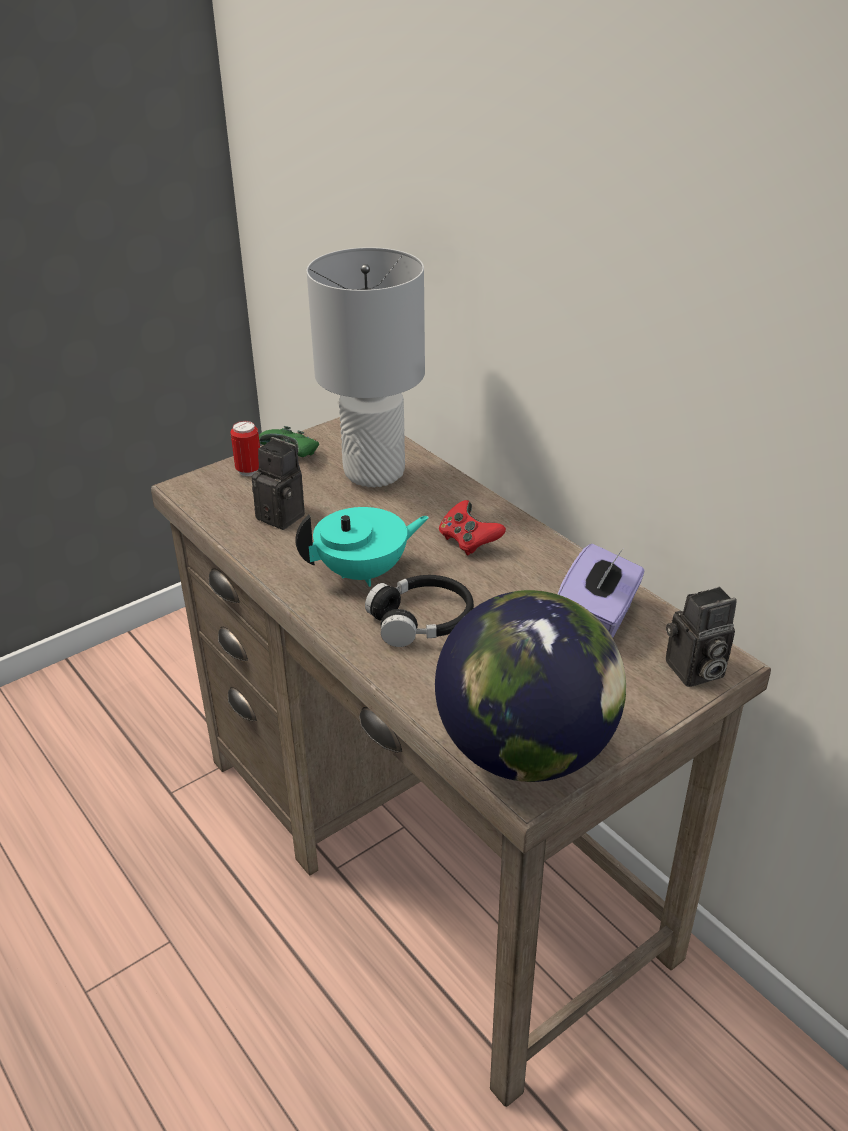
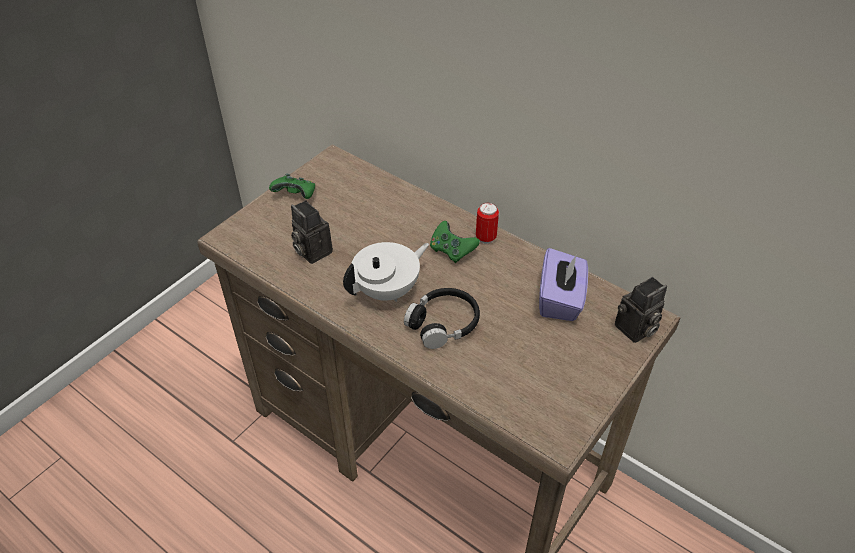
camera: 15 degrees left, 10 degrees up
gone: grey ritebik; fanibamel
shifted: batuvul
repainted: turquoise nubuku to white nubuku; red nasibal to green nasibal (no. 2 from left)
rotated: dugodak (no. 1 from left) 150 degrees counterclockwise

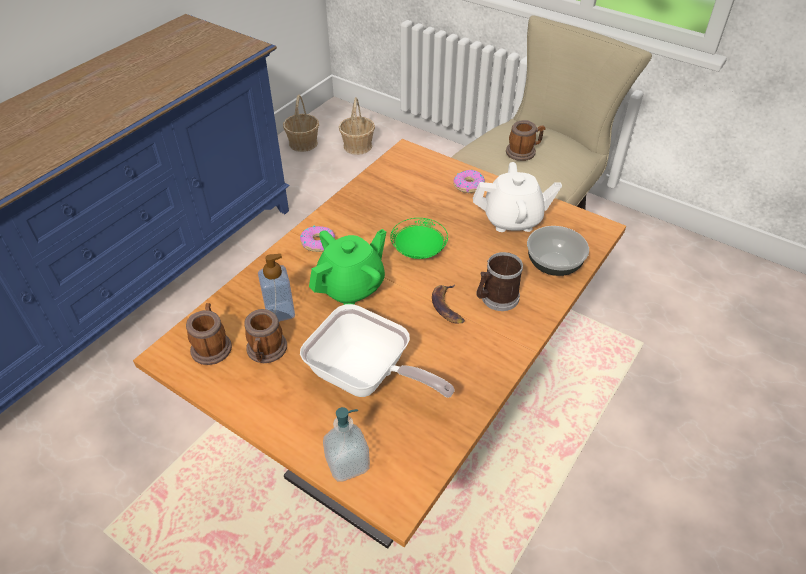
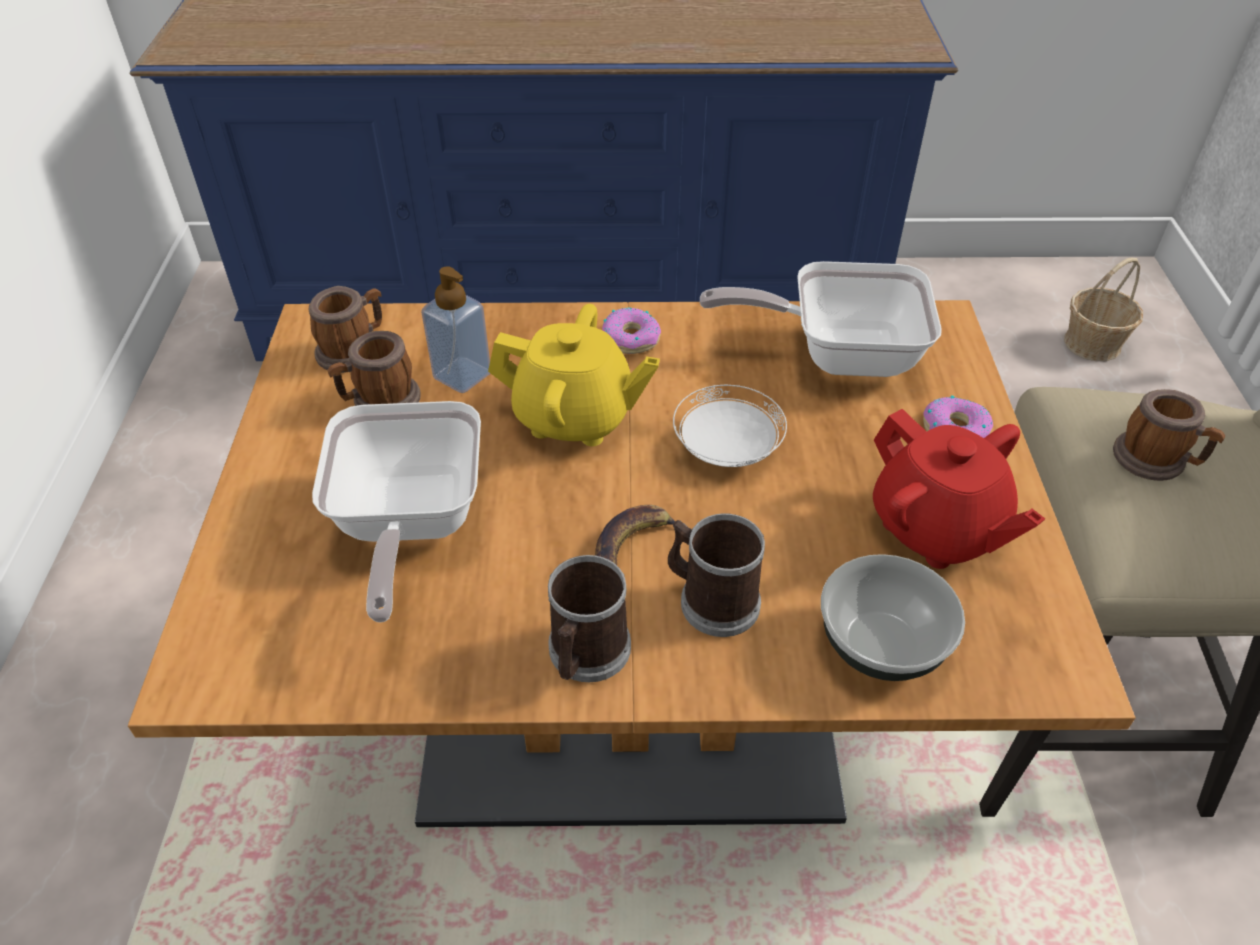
camera: 55 degrees right, 0 degrees up
gone: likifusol (no. 1 from left); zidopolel (no. 2 from left)
new: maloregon (no. 3 from left); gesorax (no. 2 from left)
repainted: green nubuku to yellow nubuku; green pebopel to white pebopel; white nubuku to red nubuku

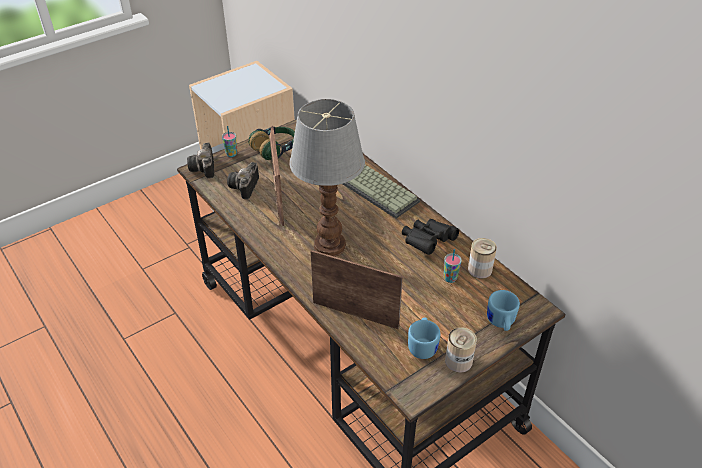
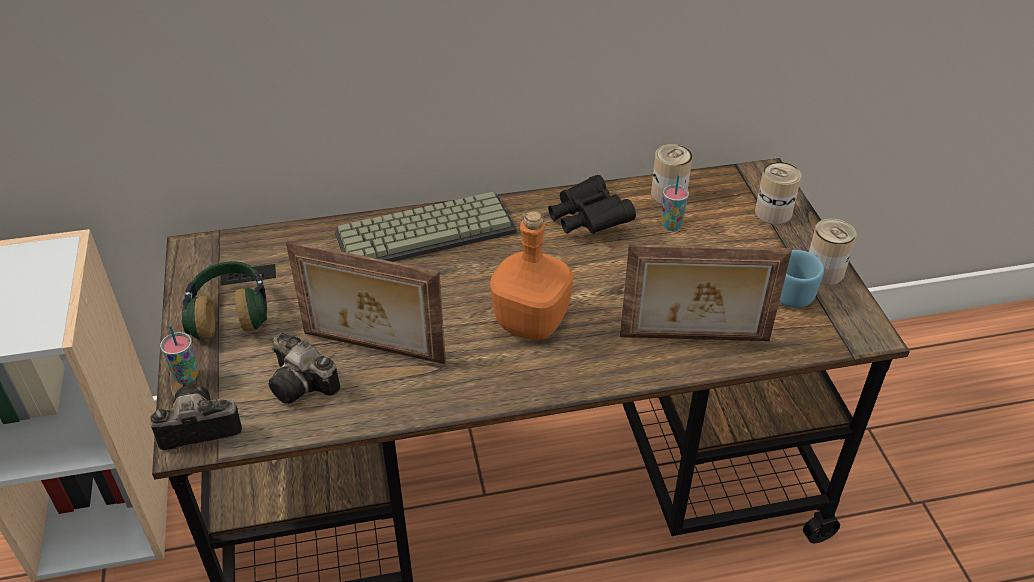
camera: 65 degrees left, 0 degrees up
swapped: ritebik to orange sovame; blue maloregon (no. 2 from left) to batuvul (no. 2 from left)
rotated: dugodak (no. 1 from left) 150 degrees clockwise; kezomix (no. 2 from left) 135 degrees counterclockwise

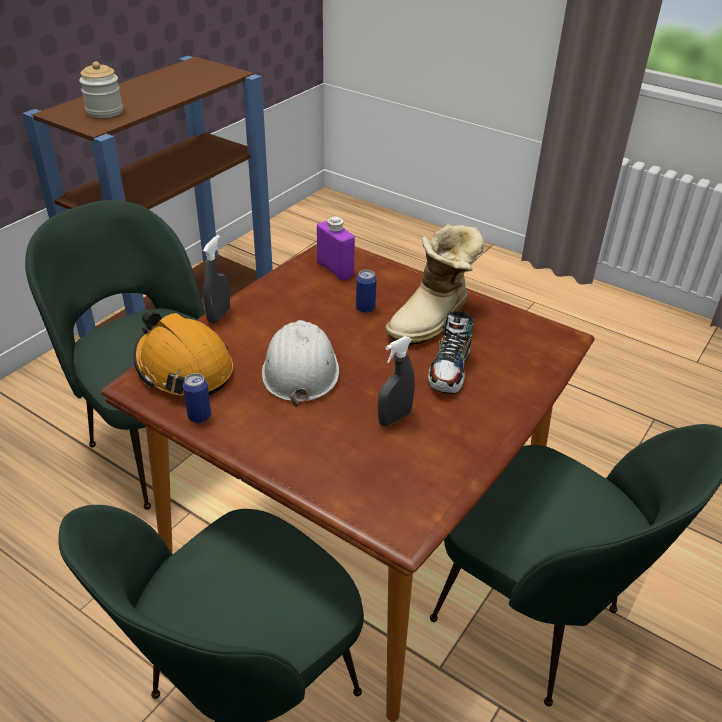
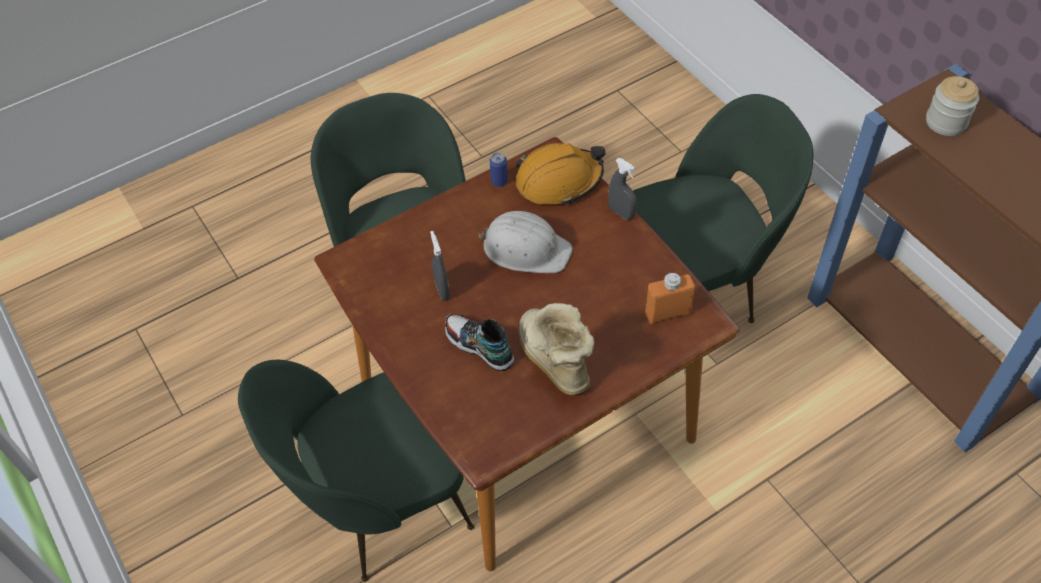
camera: 115 degrees right, 15 degrees up
gone: batuvul (no. 2 from left)
repainted: purple sovame to orange sovame

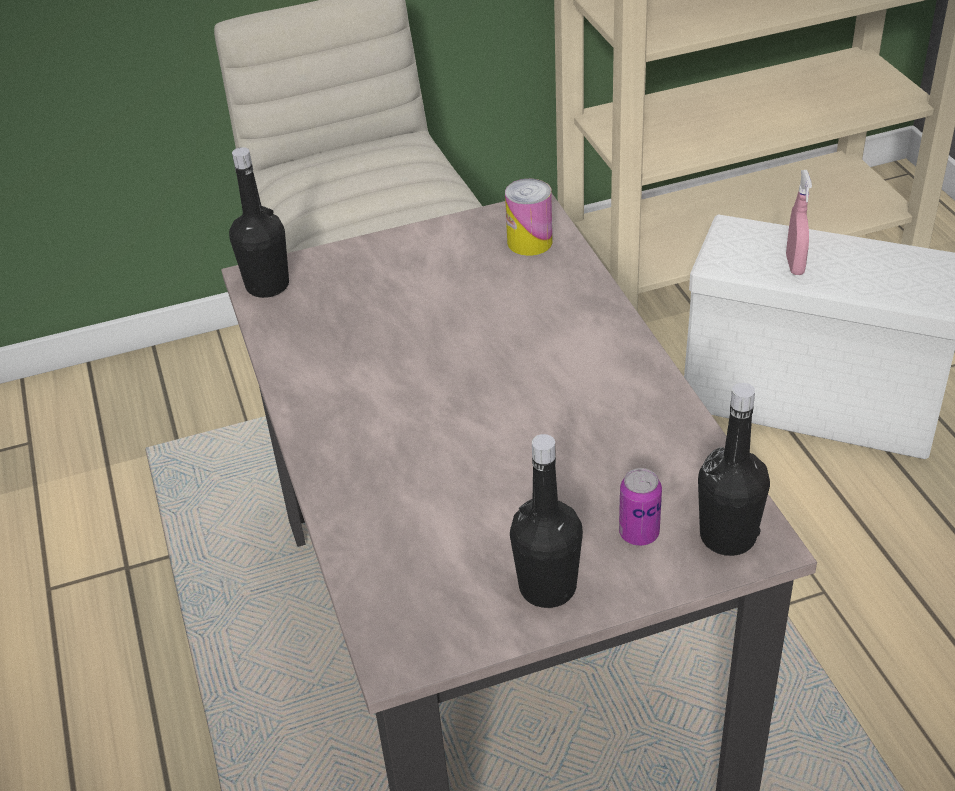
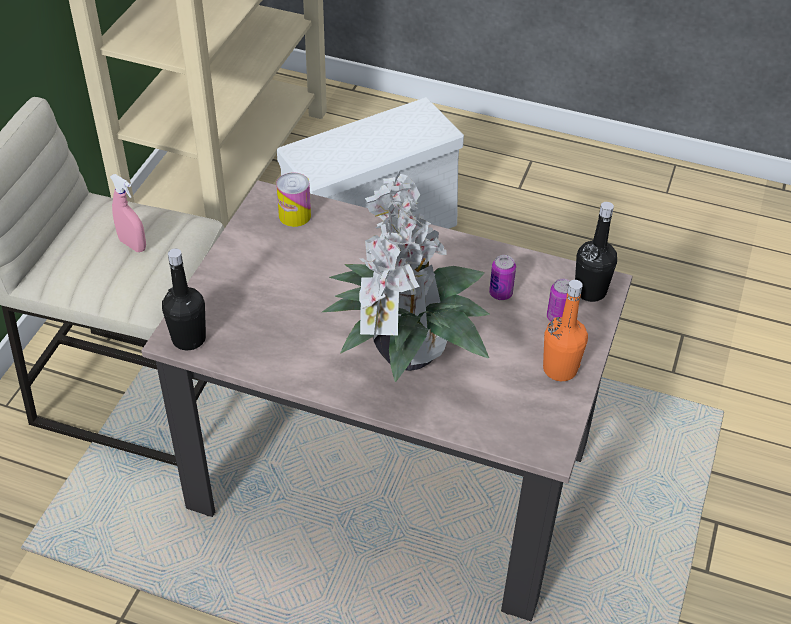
camera: 55 degrees left, 5 degrees up
new: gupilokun; batuvul (no. 2 from left)
shifted: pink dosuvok
repainted: black sovame (no. 2 from left) to orange sovame

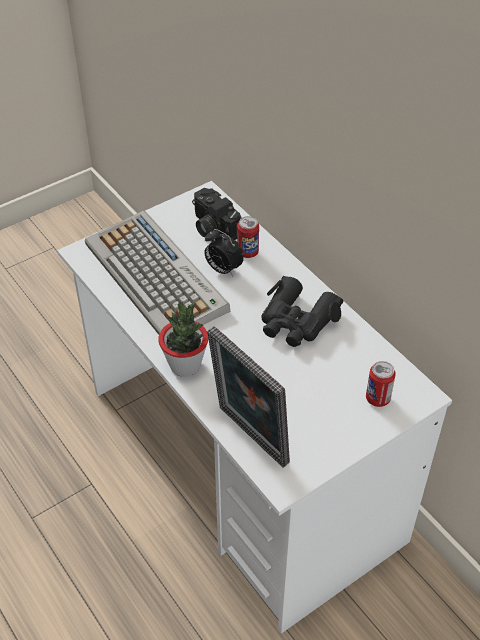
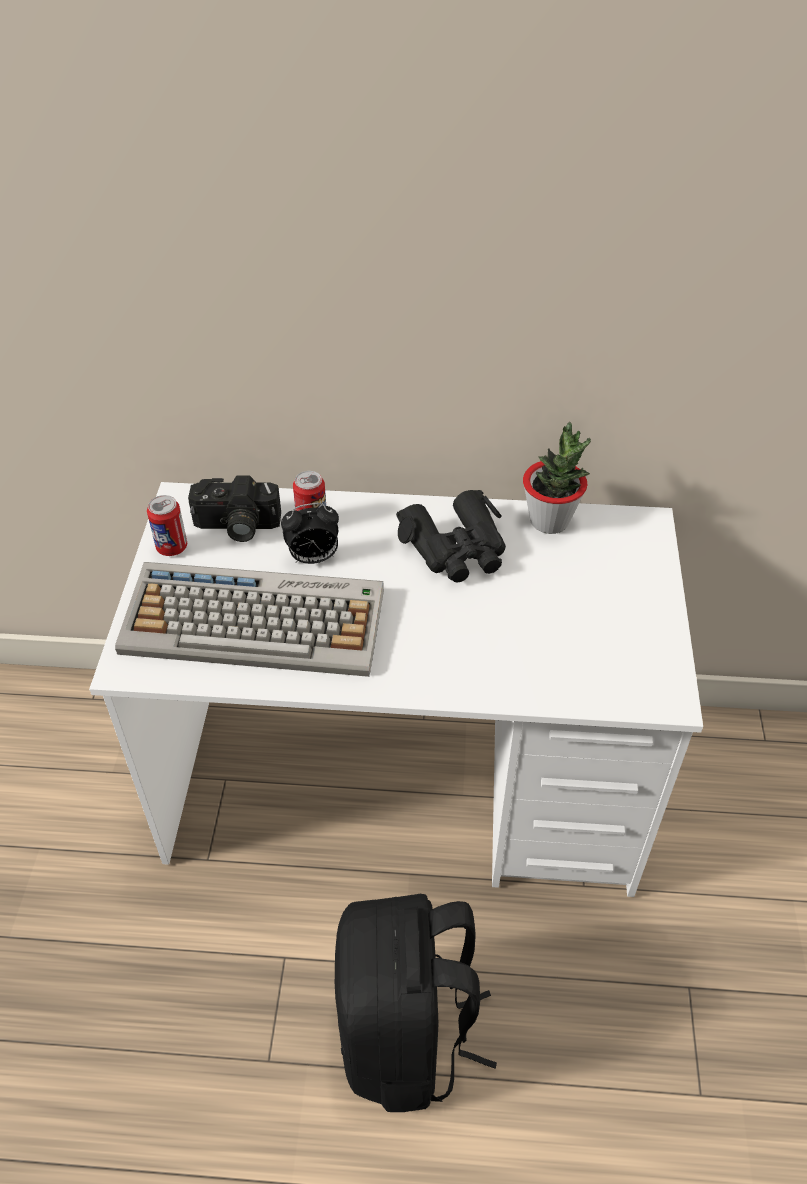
camera: 50 degrees left, 0 degrees up
gone: kezomix
new: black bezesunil
shifted: gupilokun; batuvul (no. 2 from left in the first image) to batuvul (no. 1 from left)

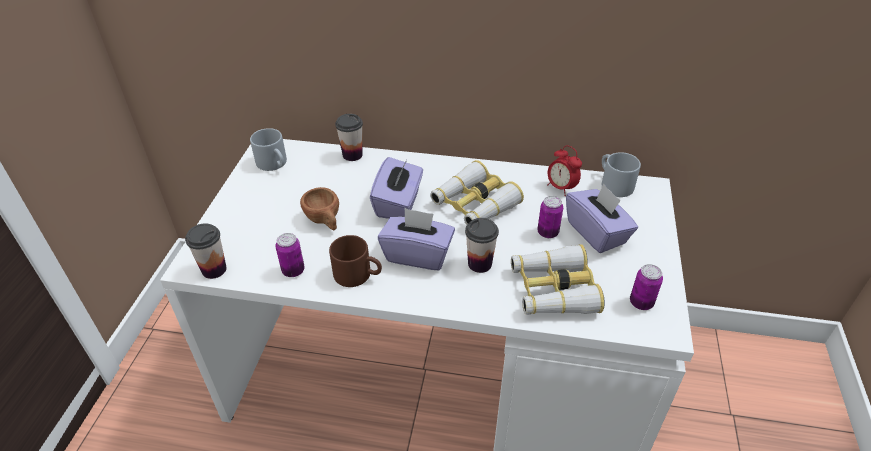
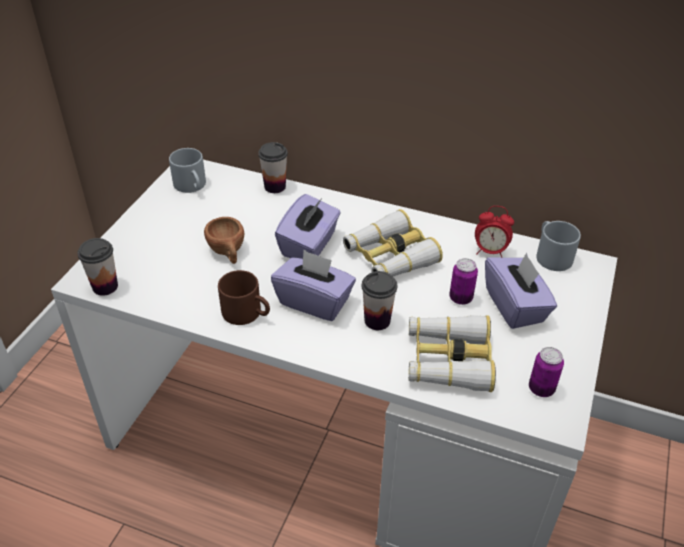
camera: 10 degrees right, 0 degrees up
gone: batuvul (no. 1 from left)
rotated: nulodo 45 degrees counterclockwise

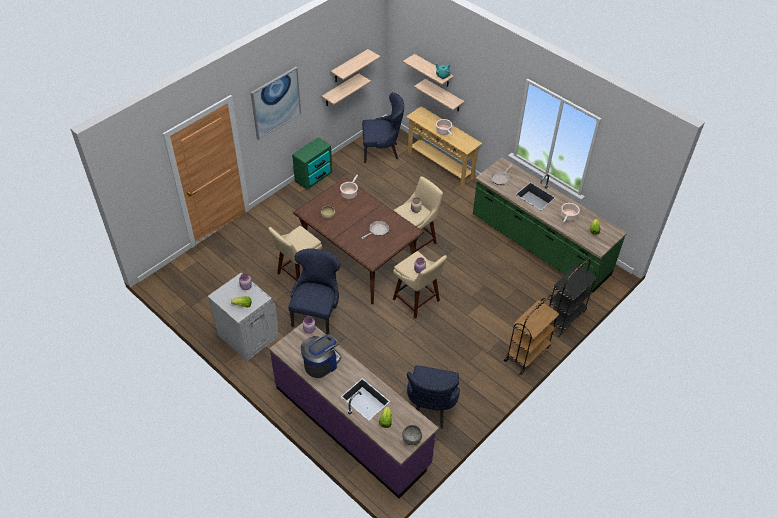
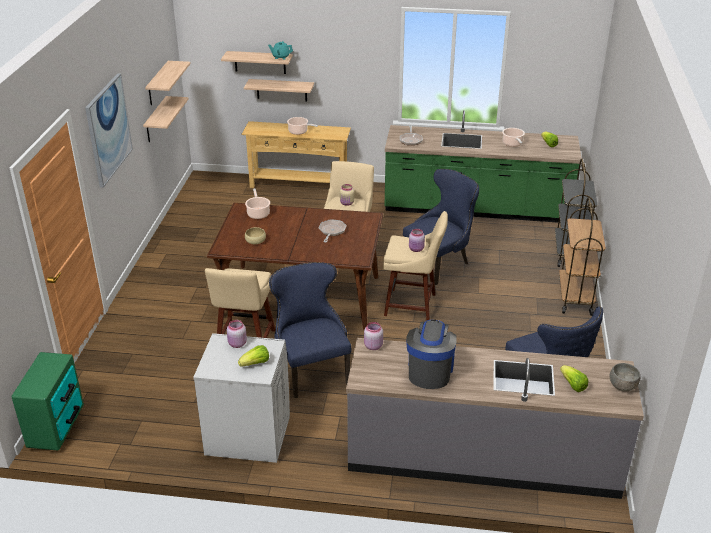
camera: 35 degrees left, 15 degrees down
shifted: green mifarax; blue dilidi (no. 2 from left)
repainted: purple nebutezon to grey nebutezon

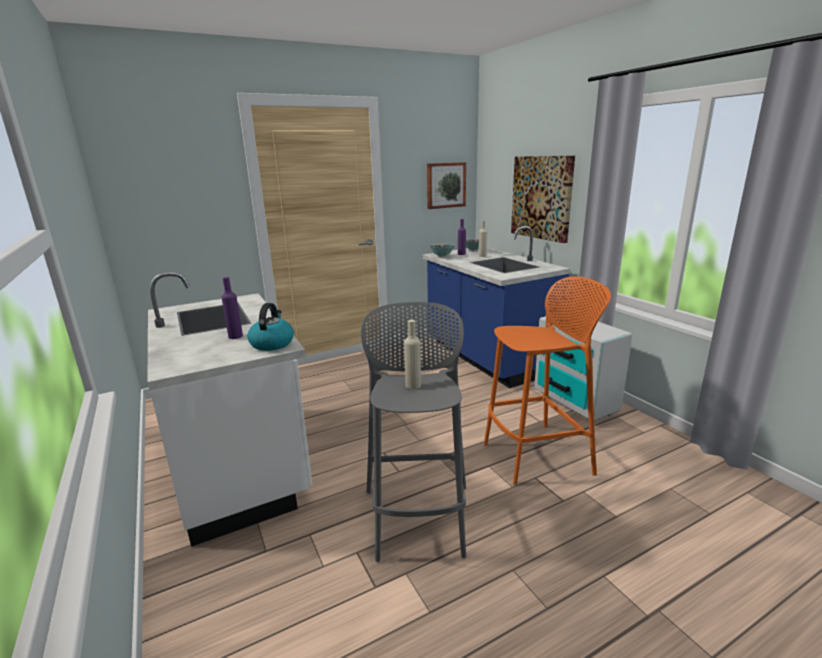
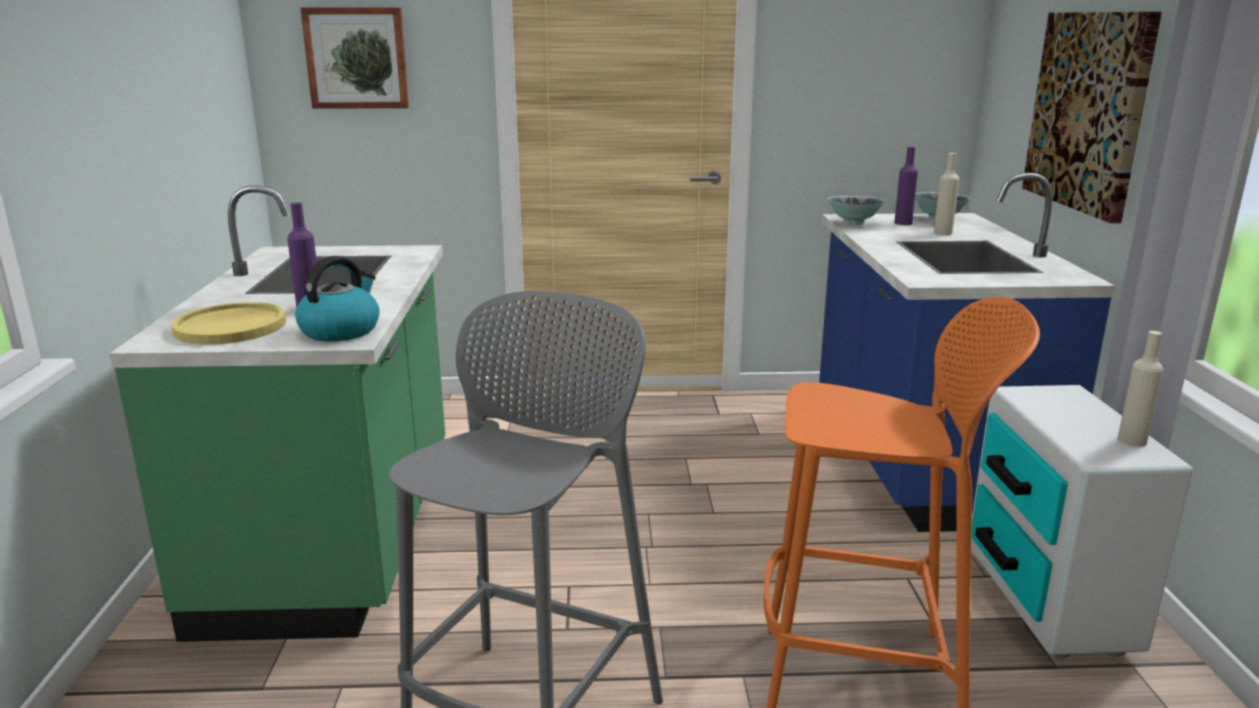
camera: 25 degrees right, 0 degrees up
new: yellow pebopel
shifted: beige sovame (no. 1 from left in the first image) to beige sovame (no. 2 from left); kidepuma (no. 1 from left)
repainted: white nebutezon to green nebutezon

